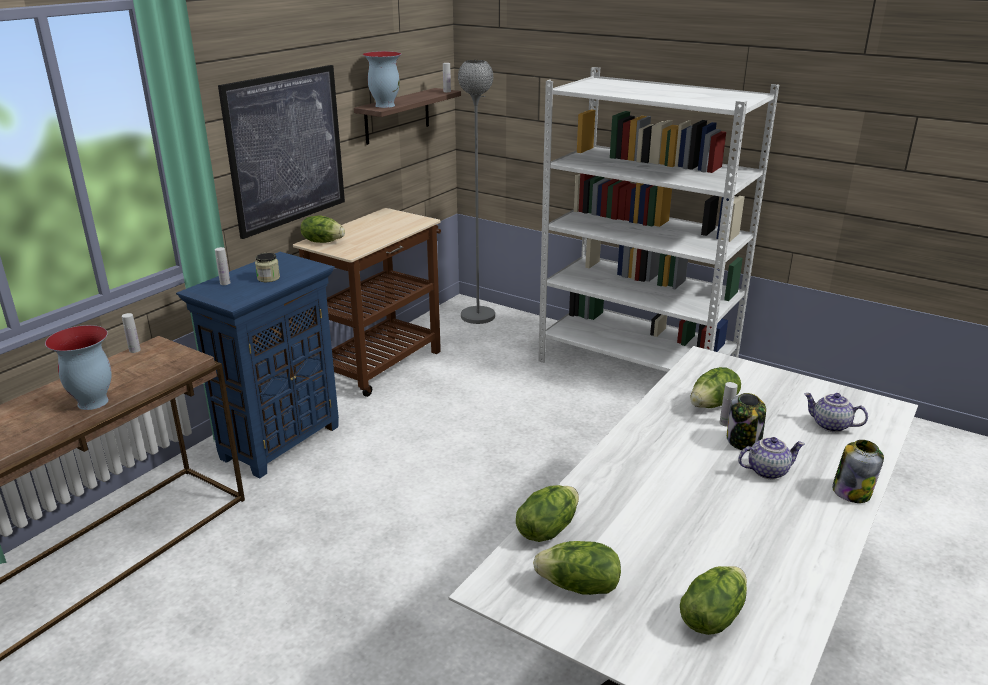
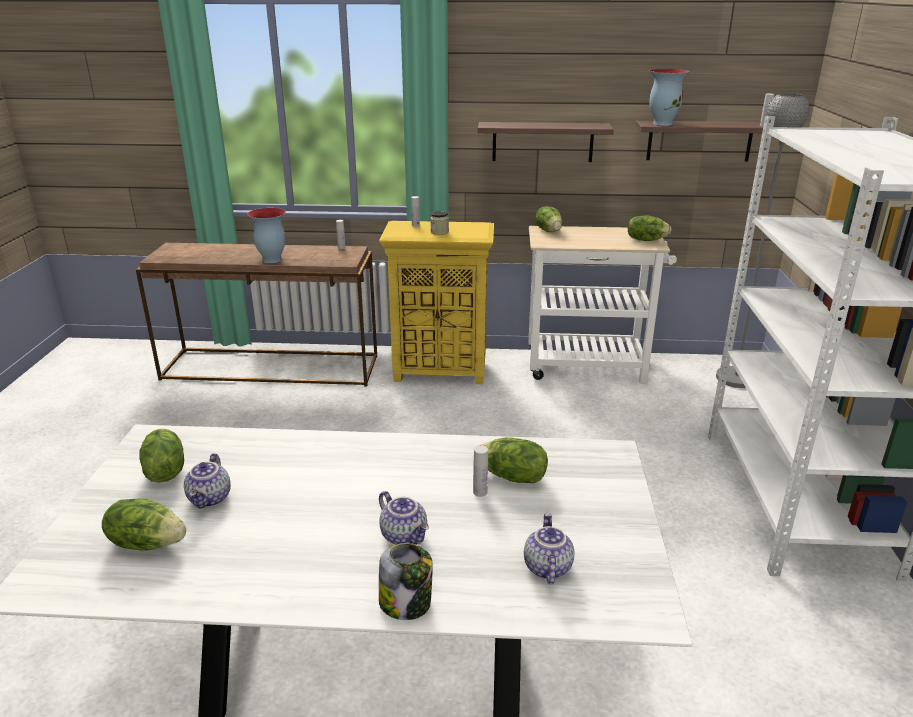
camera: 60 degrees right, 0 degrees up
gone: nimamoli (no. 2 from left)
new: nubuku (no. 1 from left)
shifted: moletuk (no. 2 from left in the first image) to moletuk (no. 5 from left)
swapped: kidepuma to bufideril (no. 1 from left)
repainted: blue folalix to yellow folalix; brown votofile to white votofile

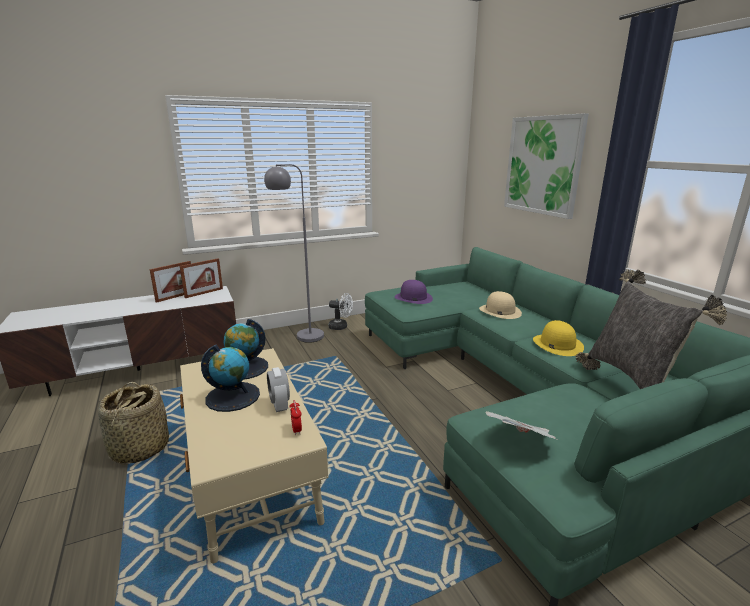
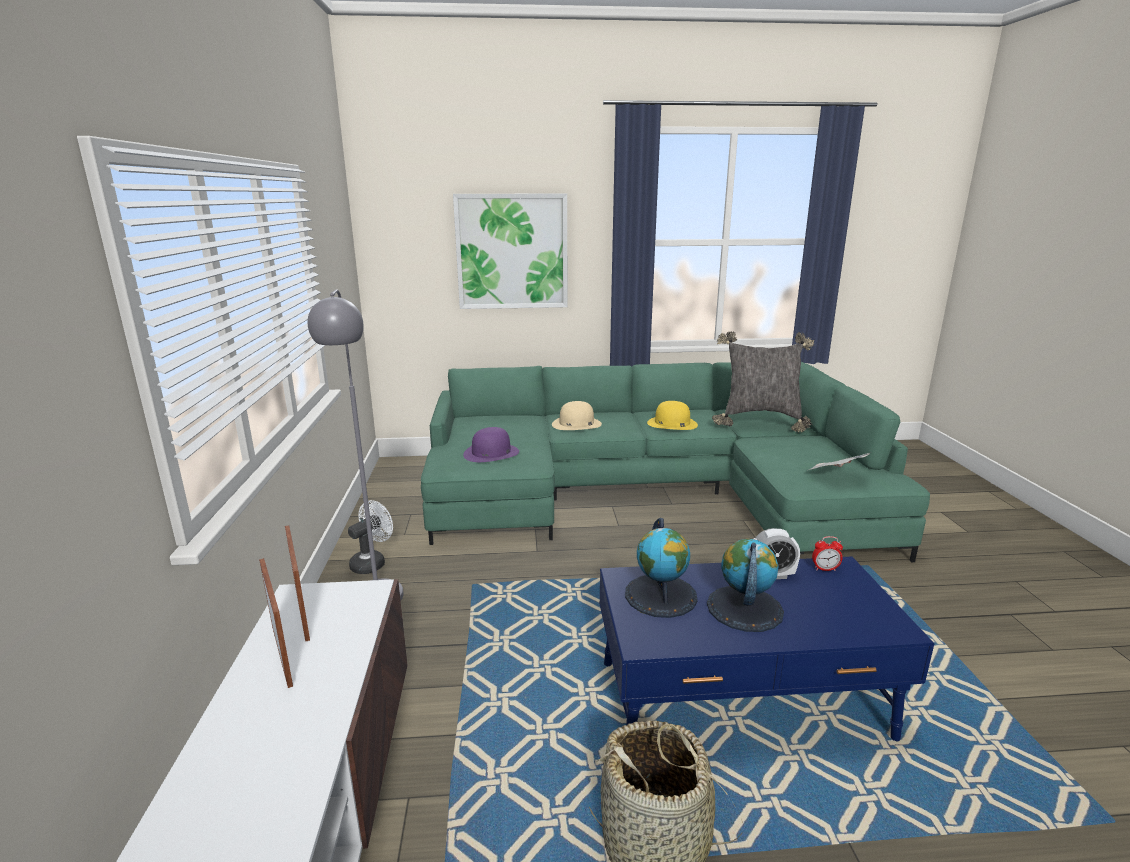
camera: 70 degrees left, 0 degrees up
repainted: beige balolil to blue balolil

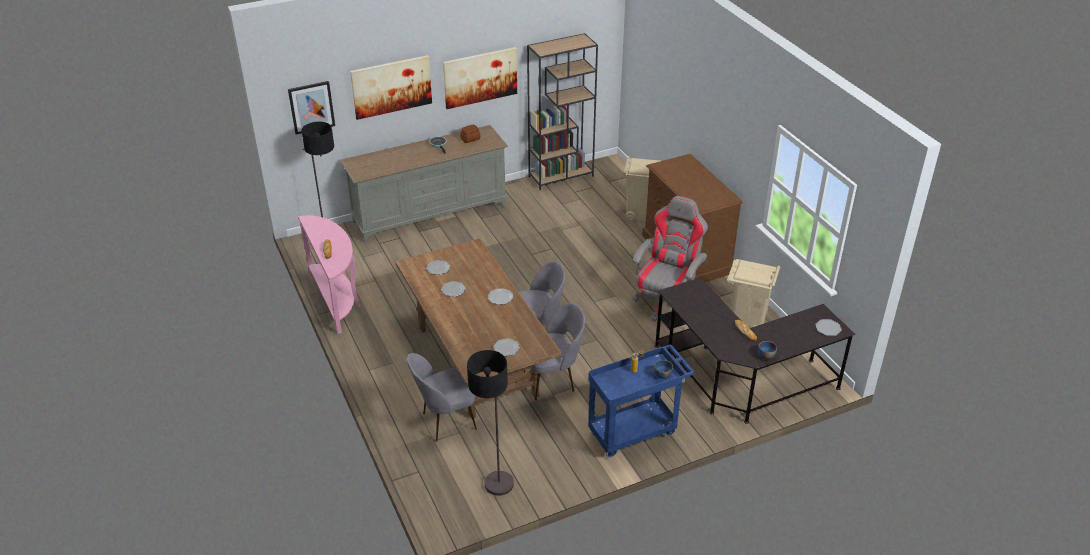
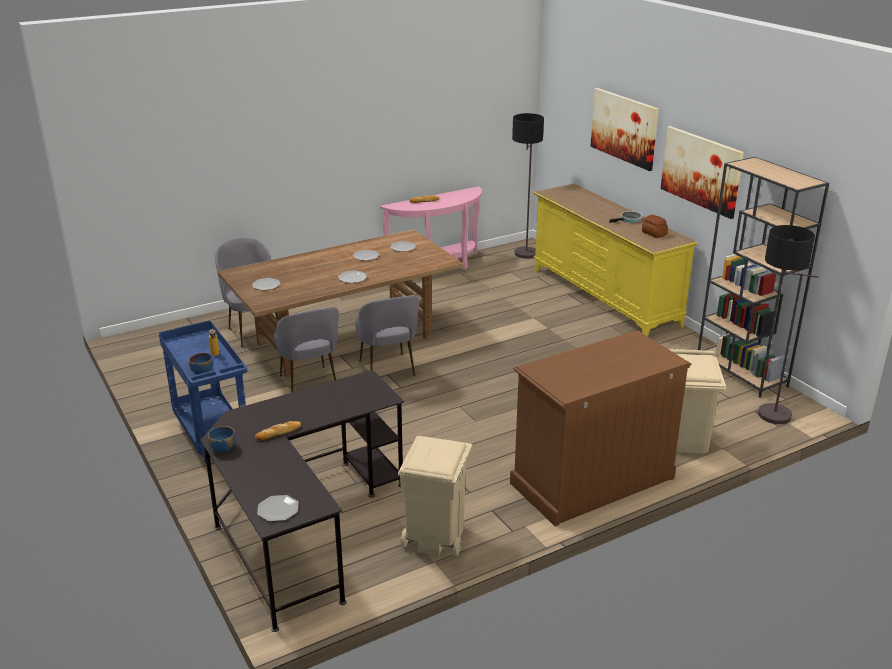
camera: 85 degrees right, 10 degrees down
gone: kidepuma (no. 1 from left); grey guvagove
shifted: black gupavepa (no. 2 from left)
repainted: grey folalix to yellow folalix

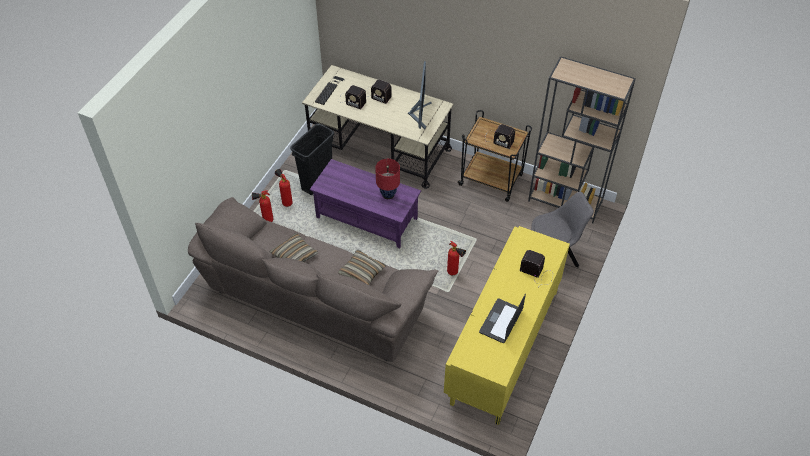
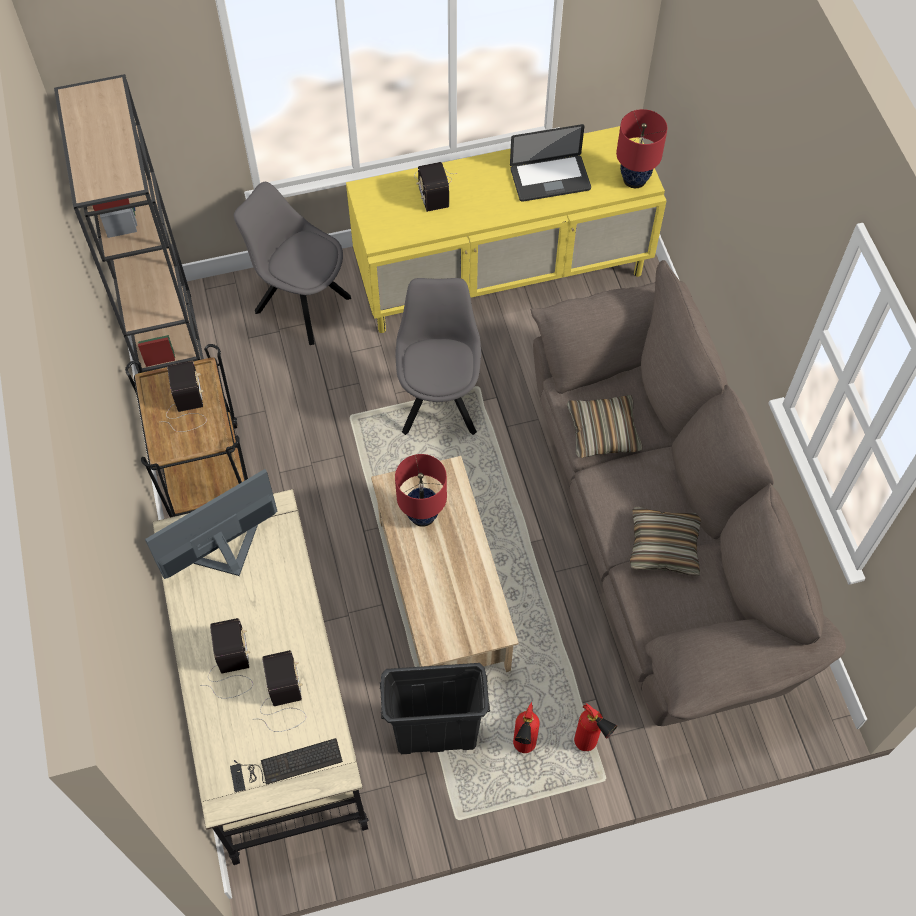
camera: 130 degrees left, 10 degrees up
new: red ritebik (no. 2 from left)
swapped: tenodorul (no. 3 from left) to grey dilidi (no. 2 from left)
repainted: purple balolil to beige balolil

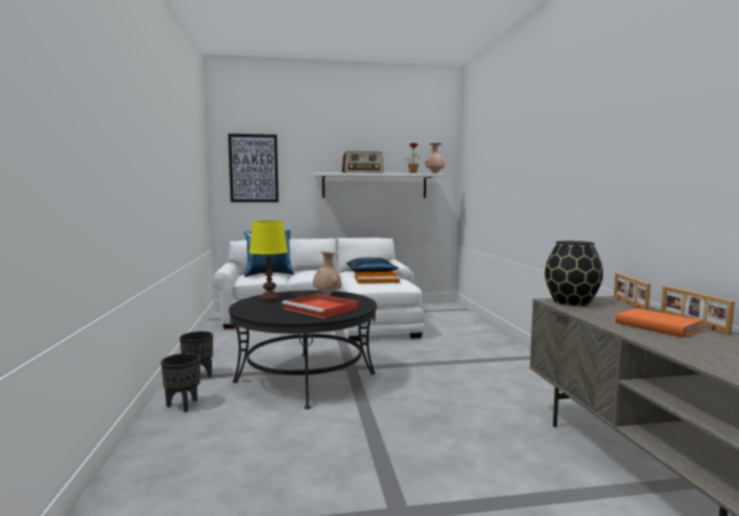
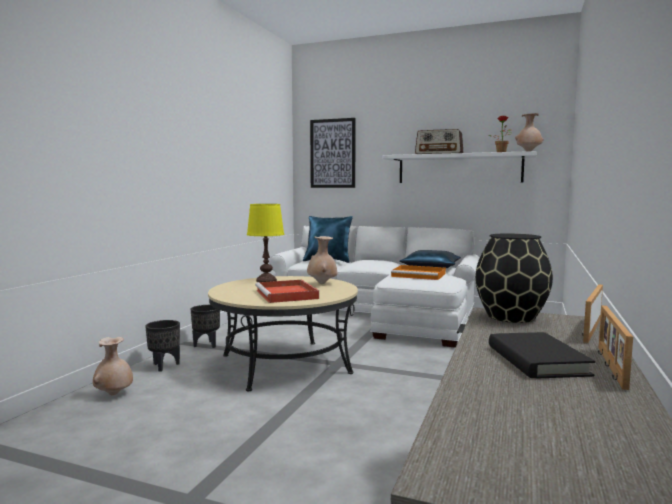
camera: 30 degrees right, 0 degrees up
new: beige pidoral (no. 1 from left)
repainted: black balolil to beige balolil; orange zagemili to black zagemili

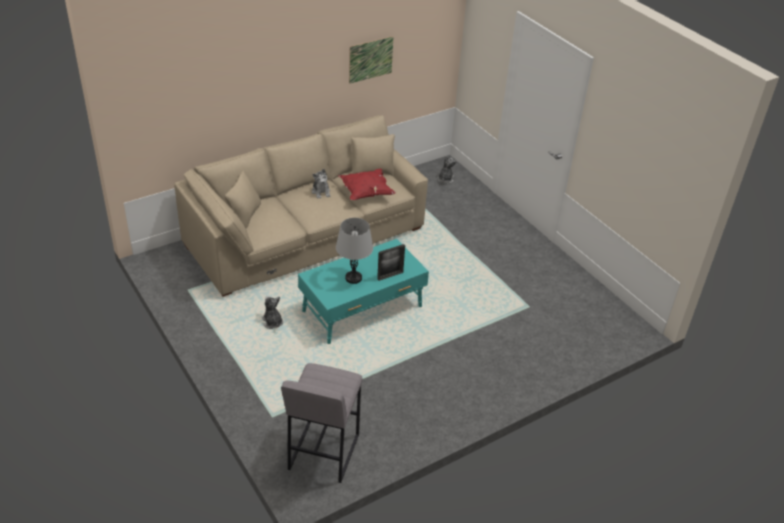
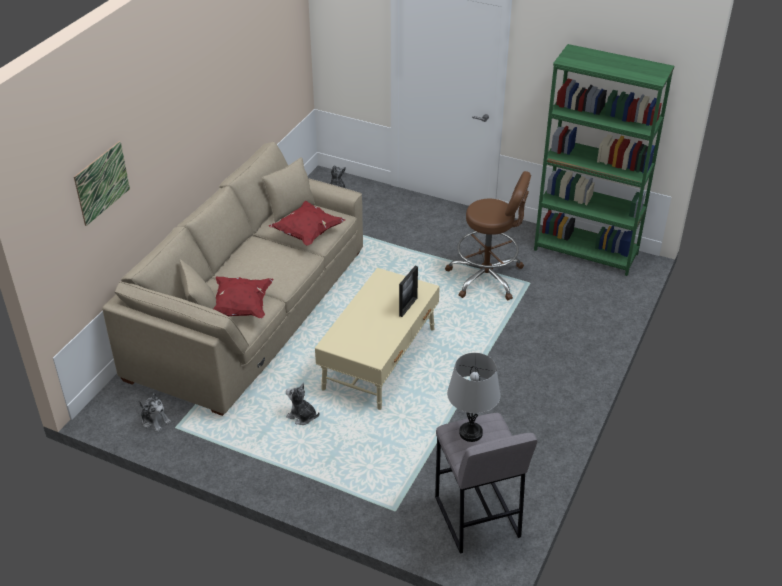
camera: 30 degrees left, 0 degrees up
new: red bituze (no. 1 from left); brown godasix; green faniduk
shifted: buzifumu (no. 2 from left in the first image) to buzifumu (no. 1 from left); grey ritebik; kidepuma
repainted: turquoise balolil to beige balolil

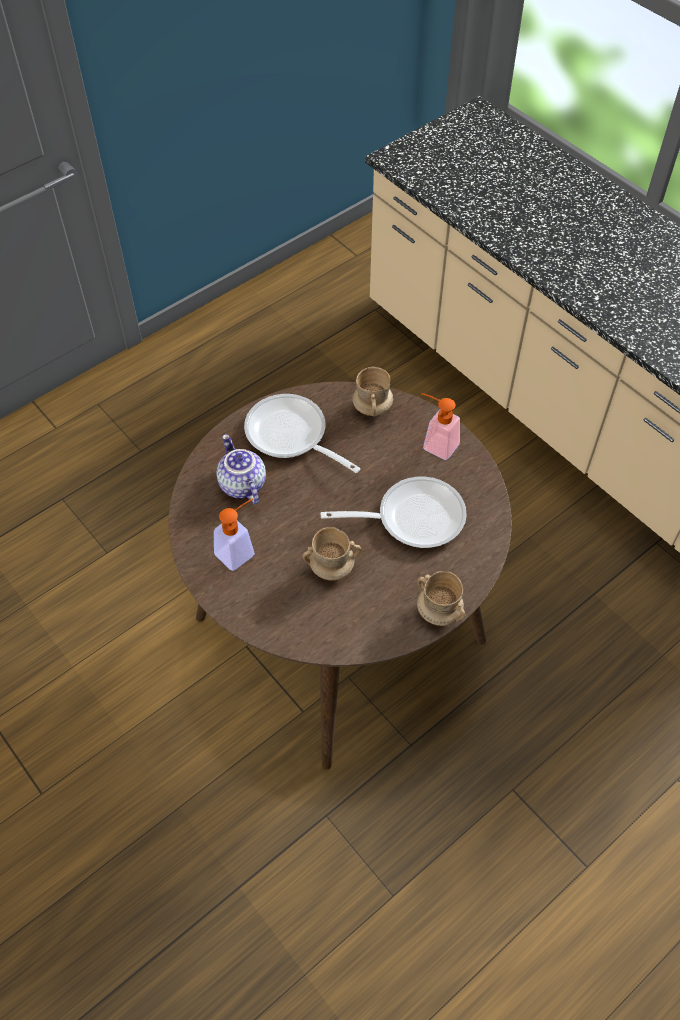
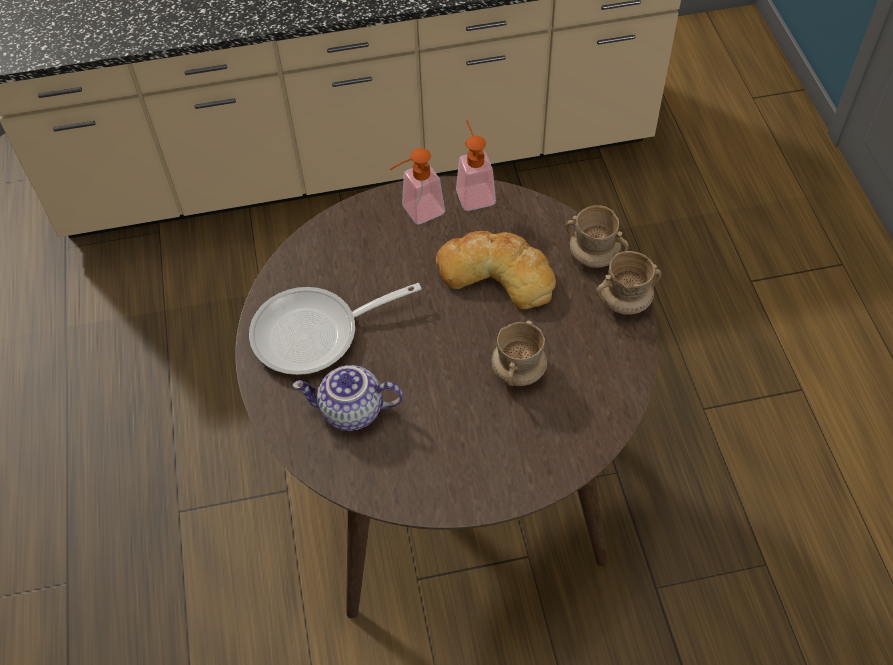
camera: 60 degrees left, 0 degrees up
shifted: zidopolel (no. 1 from left in the first image) to zidopolel (no. 2 from left); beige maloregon (no. 2 from left)
swapped: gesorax (no. 2 from left) to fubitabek

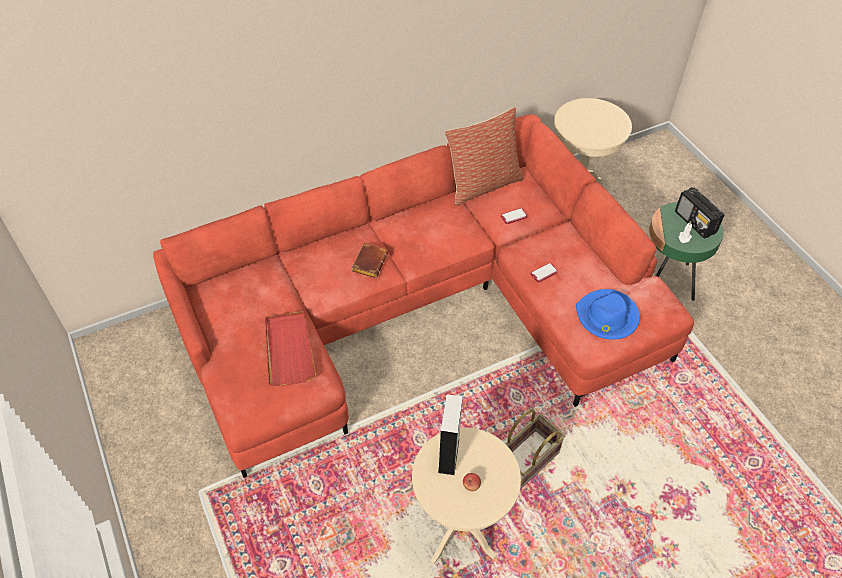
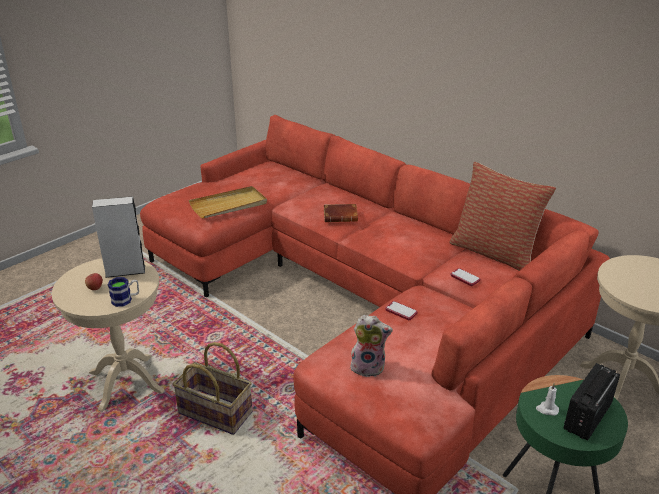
camera: 70 degrees right, 20 degrees down
new: maloregon
swapped: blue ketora to buzifumu
repainted: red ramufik to beige ramufik

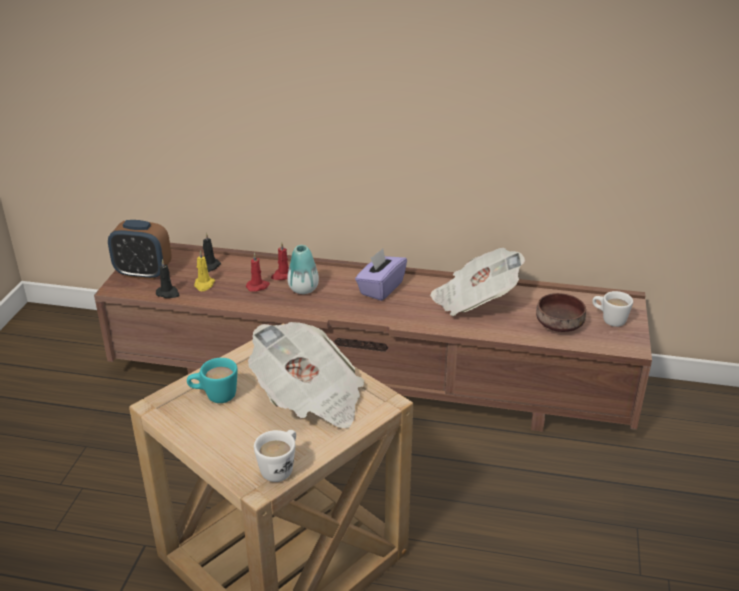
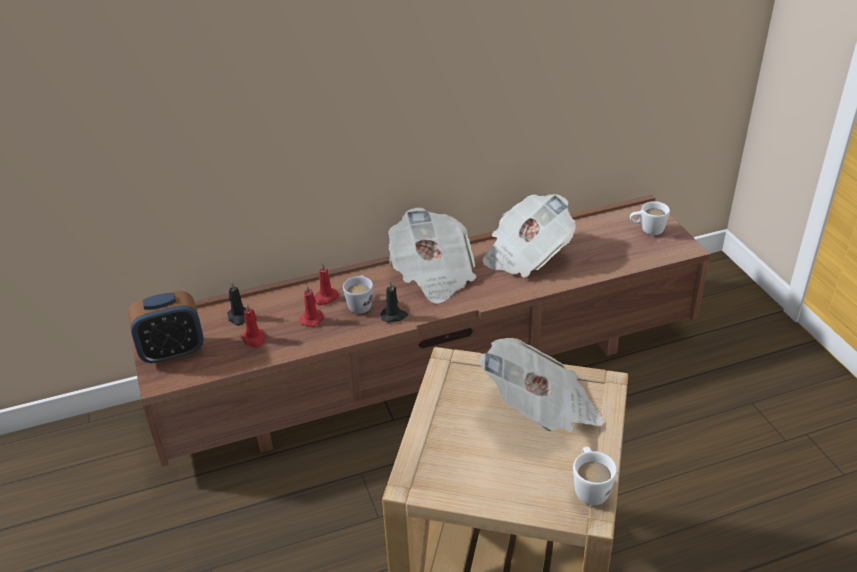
camera: 30 degrees left, 5 degrees up
gone: turquoise maloregon; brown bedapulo
shifted: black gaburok (no. 1 from left in the first image) to black gaburok (no. 2 from left)
swapped: pidoral to white maloregon (no. 1 from left); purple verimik to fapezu (no. 1 from left)
repainted: yellow gaburok to red gaburok (no. 1 from left)

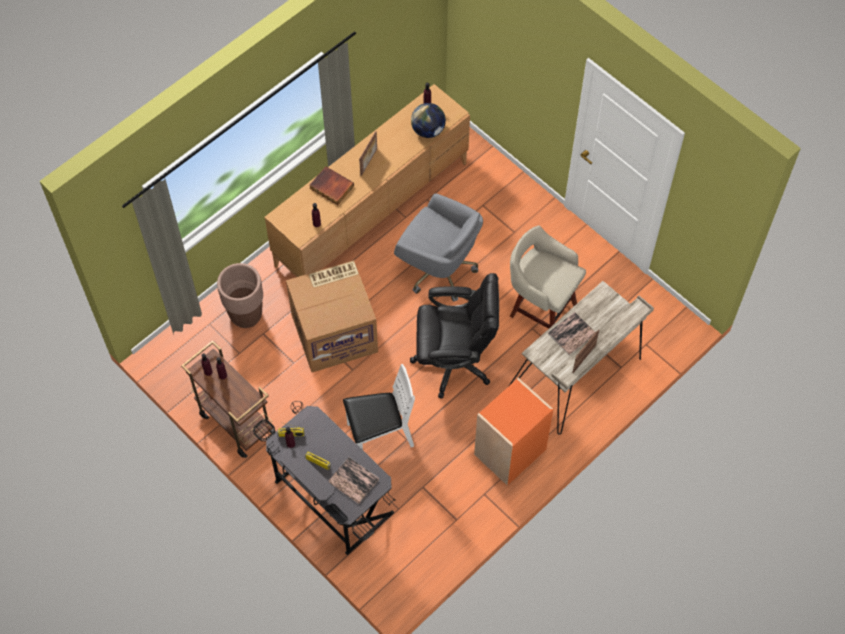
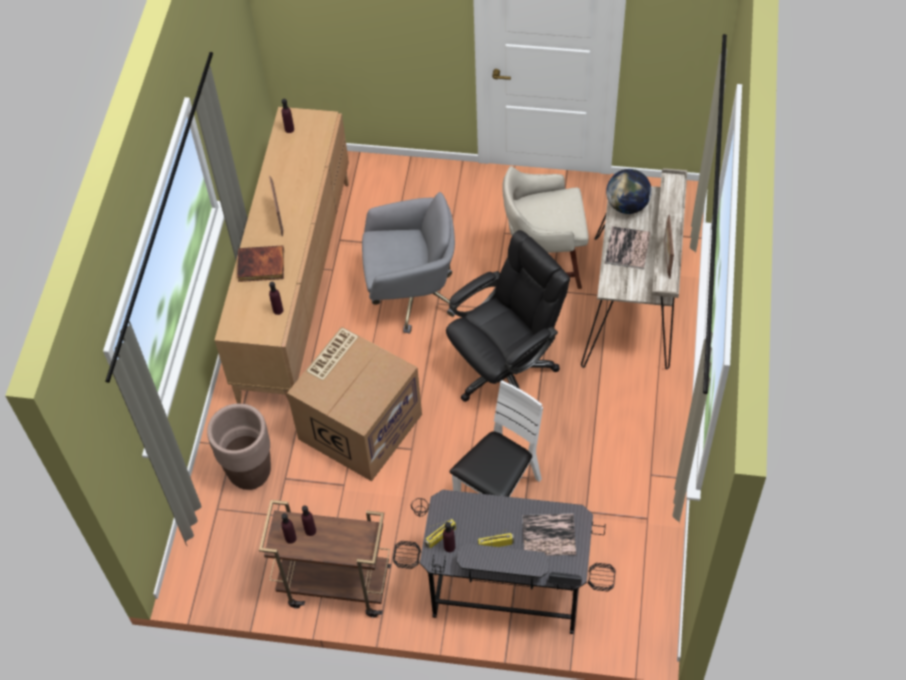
camera: 35 degrees left, 5 degrees down
gone: orange faniduk
shifted: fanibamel

